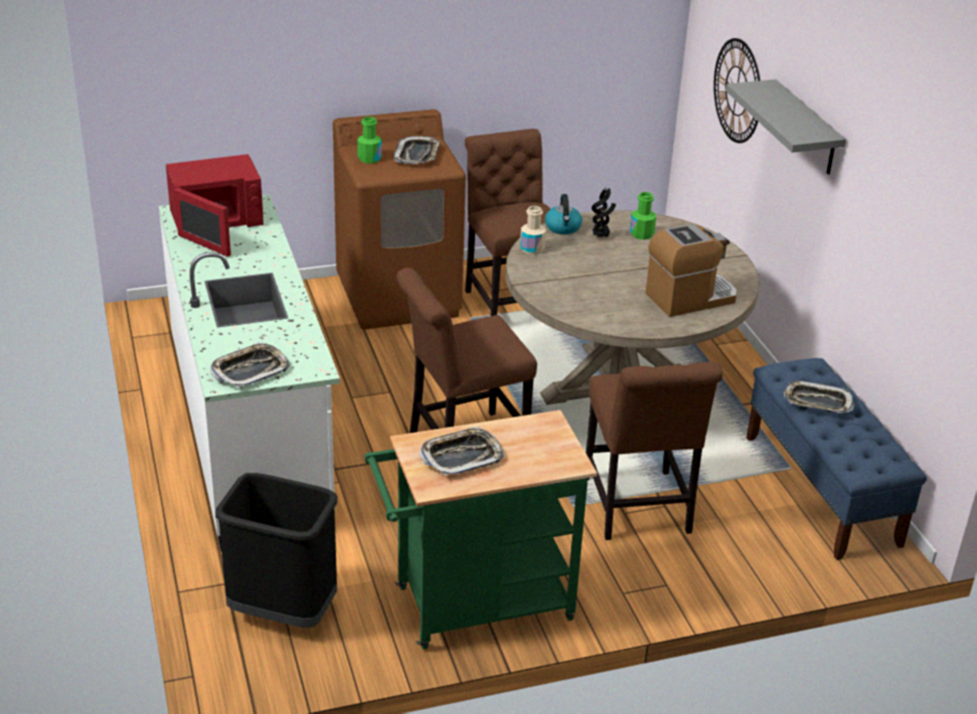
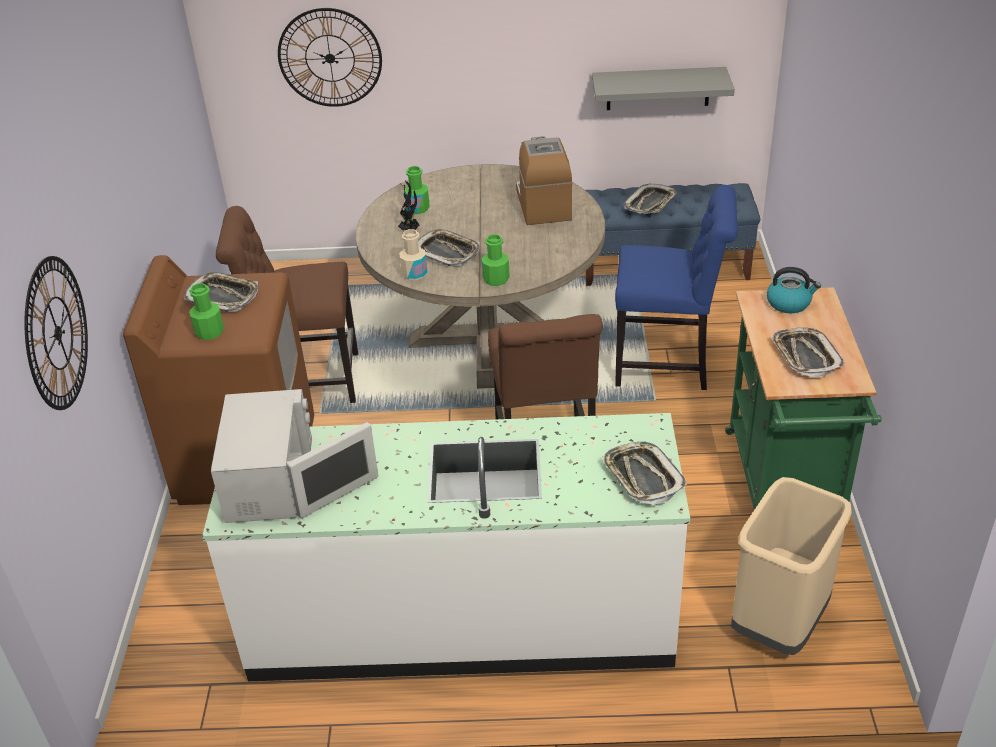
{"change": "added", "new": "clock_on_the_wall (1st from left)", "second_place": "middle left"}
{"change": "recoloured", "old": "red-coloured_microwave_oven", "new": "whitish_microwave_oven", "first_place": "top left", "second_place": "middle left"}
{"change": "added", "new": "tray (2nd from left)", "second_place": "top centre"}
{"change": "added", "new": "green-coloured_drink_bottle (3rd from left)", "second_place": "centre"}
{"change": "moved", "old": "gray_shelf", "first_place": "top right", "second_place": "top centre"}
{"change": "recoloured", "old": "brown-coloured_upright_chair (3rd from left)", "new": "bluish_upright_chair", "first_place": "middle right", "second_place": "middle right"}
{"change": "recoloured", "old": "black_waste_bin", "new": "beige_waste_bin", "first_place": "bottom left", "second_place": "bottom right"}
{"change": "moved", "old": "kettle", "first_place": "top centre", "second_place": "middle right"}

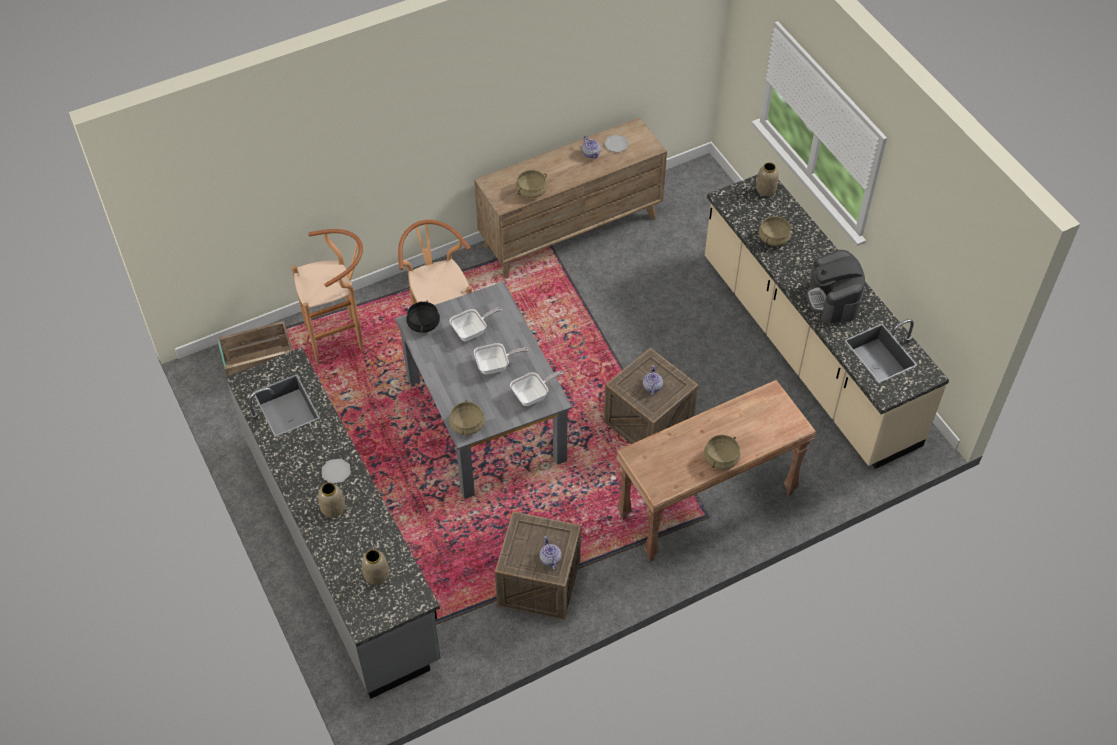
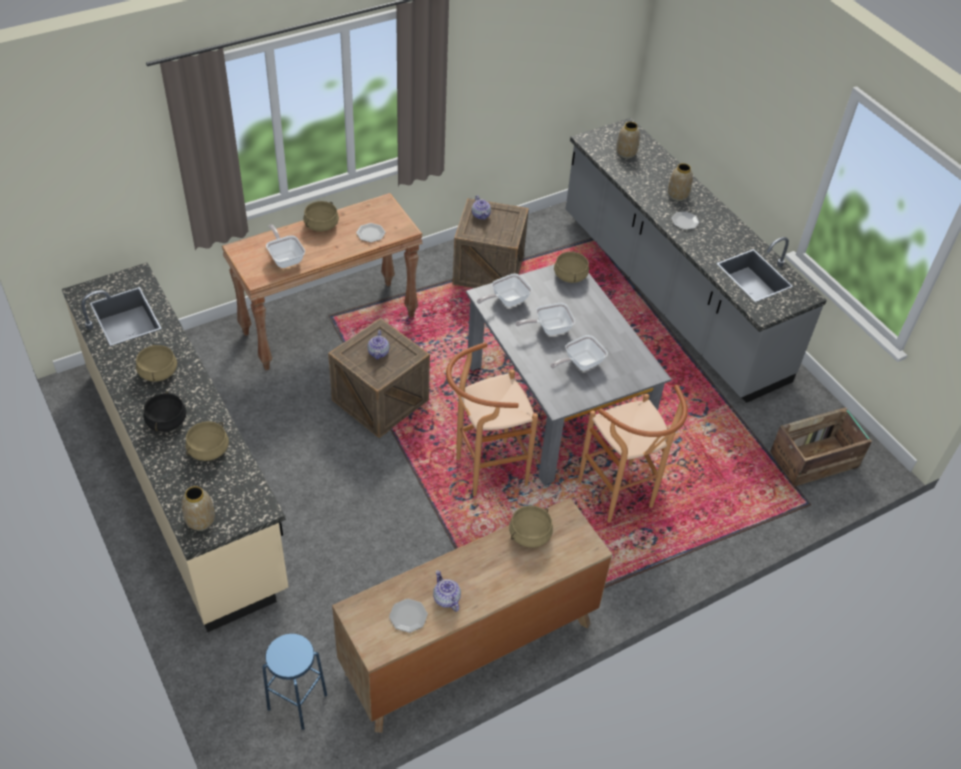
{"change": "replaced", "old": "coffee_machine", "new": "beige_stockpot (1st from left)", "first_place": "middle right", "second_place": "middle left"}
{"change": "moved", "old": "black_stockpot", "first_place": "centre", "second_place": "middle left"}
{"change": "added", "new": "bluish_stool_seat", "second_place": "bottom left"}
{"change": "added", "new": "pan (1st from left)", "second_place": "top left"}
{"change": "added", "new": "dinner_plate (1st from left)", "second_place": "top centre"}
{"change": "moved", "old": "brown-coloured_stool_seat (1st from left)", "first_place": "middle left", "second_place": "centre"}

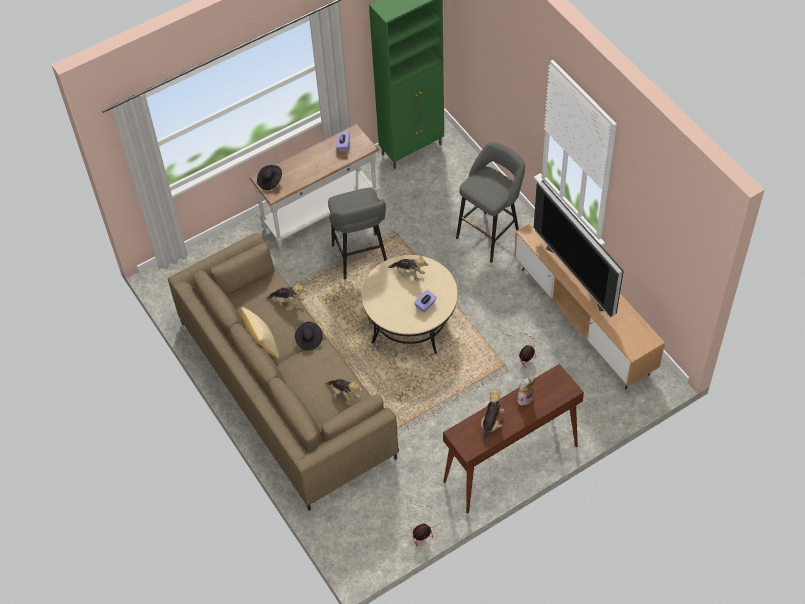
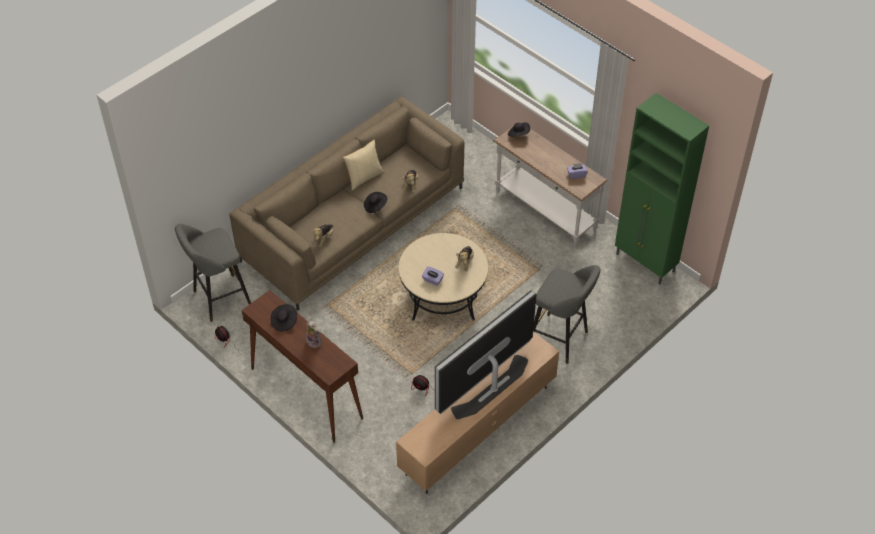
{"change": "moved", "old": "gray_stool_seat (1st from left)", "first_place": "centre", "second_place": "middle left"}
{"change": "replaced", "old": "plush_toy (4th from left)", "new": "black_hat (1st from left)", "first_place": "bottom centre", "second_place": "middle left"}

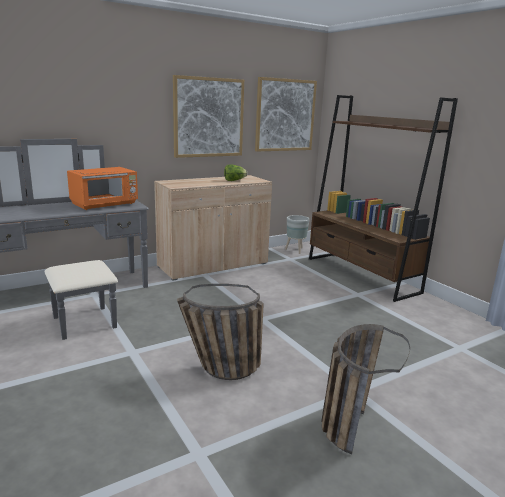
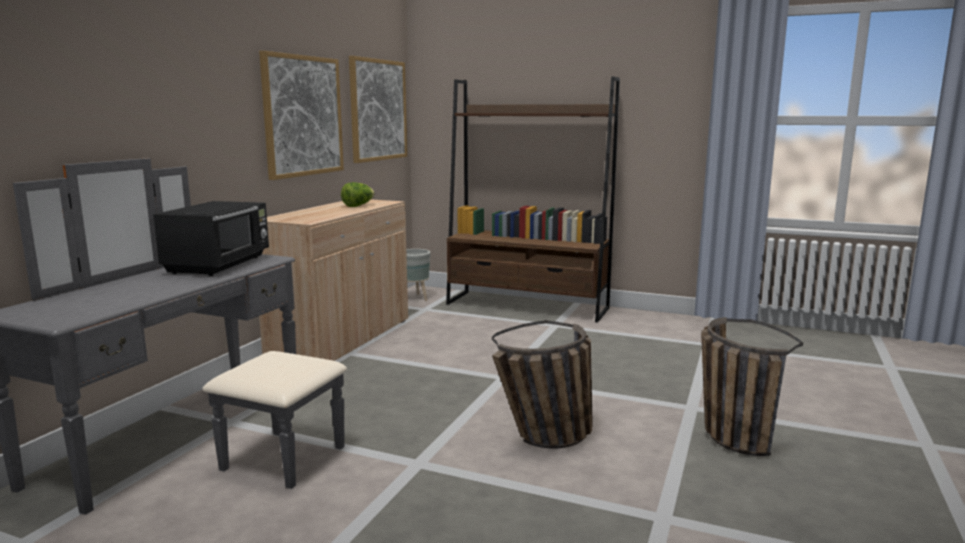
{"change": "recoloured", "old": "orangey_microwave_oven", "new": "black_microwave_oven", "first_place": "middle left", "second_place": "middle left"}

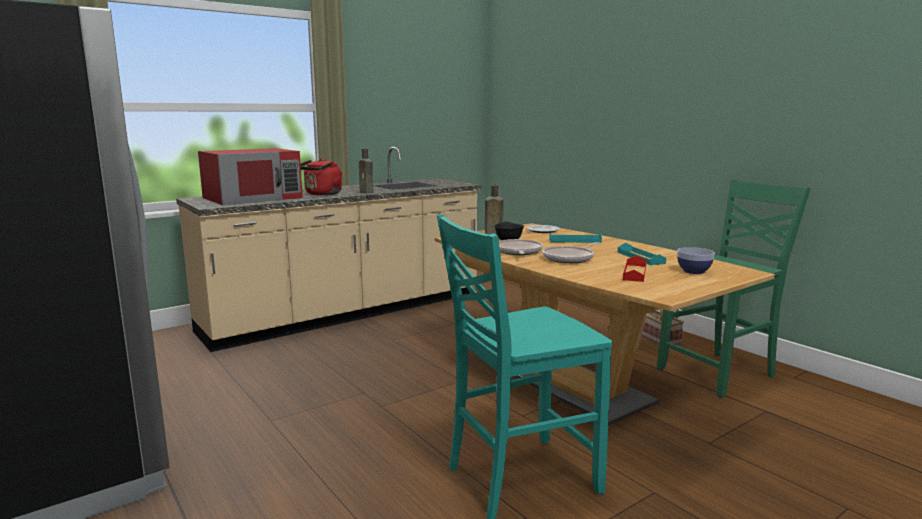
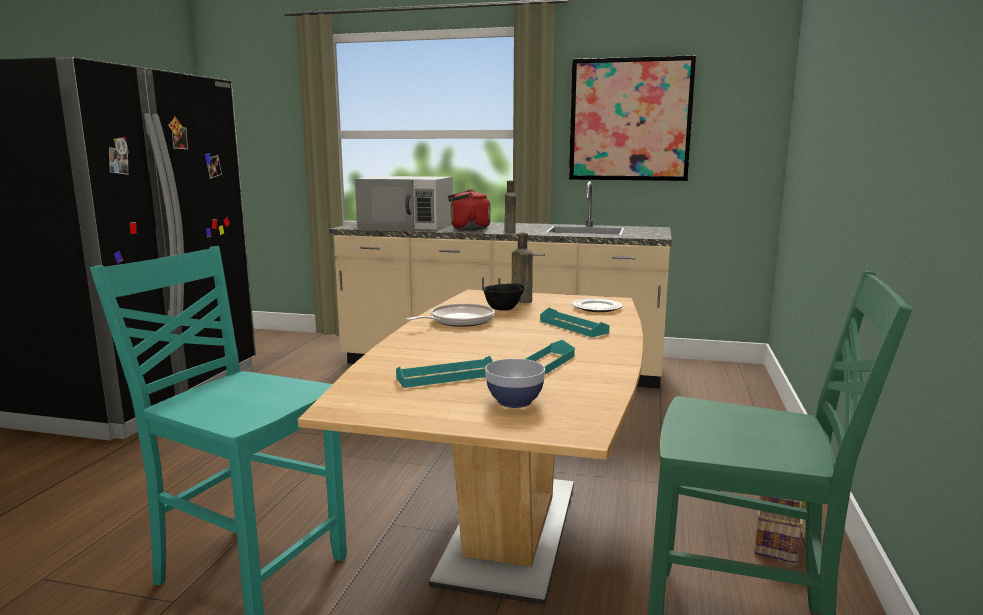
{"change": "recoloured", "old": "red-coloured_microwave_oven", "new": "whitish_microwave_oven", "first_place": "middle left", "second_place": "top centre"}
{"change": "recoloured", "old": "red-coloured_tray", "new": "turquoise-coloured_tray (1st from left)", "first_place": "middle right", "second_place": "centre"}
{"change": "added", "new": "wall_picture", "second_place": "top centre"}
{"change": "removed", "old": "pan (2nd from left)", "first_place": "centre"}

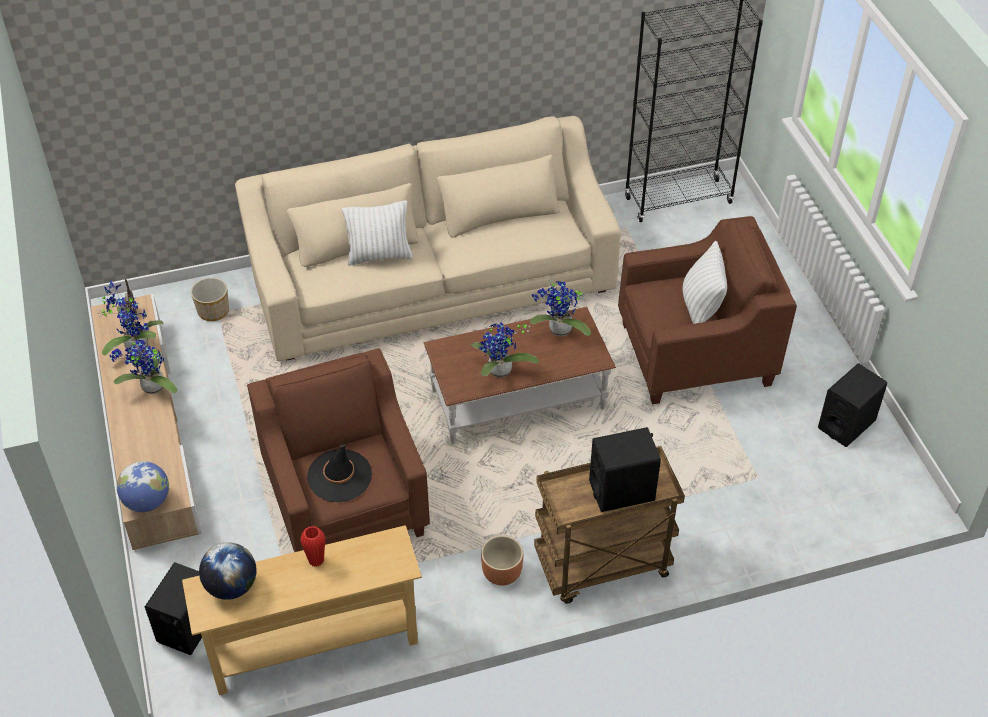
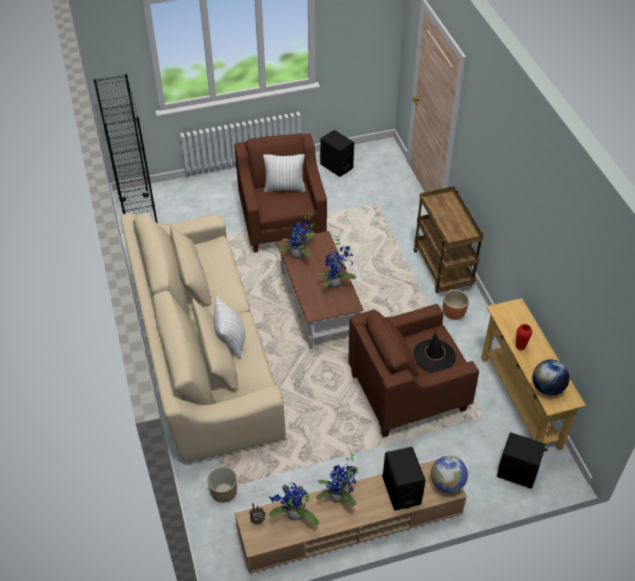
{"change": "moved", "old": "black_speaker (2nd from left)", "first_place": "centre", "second_place": "bottom centre"}

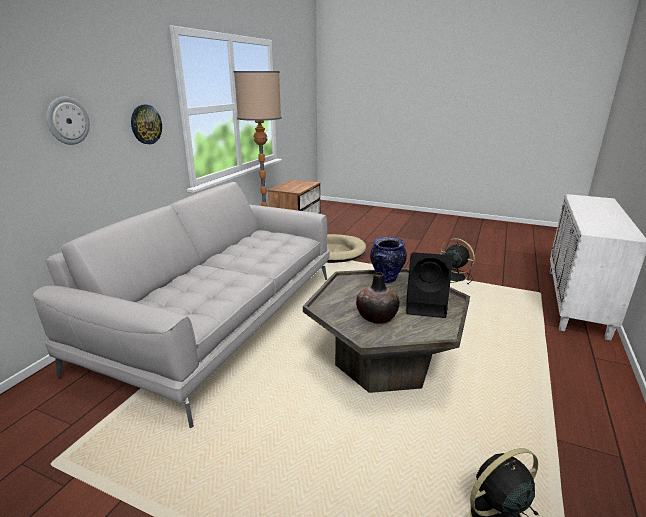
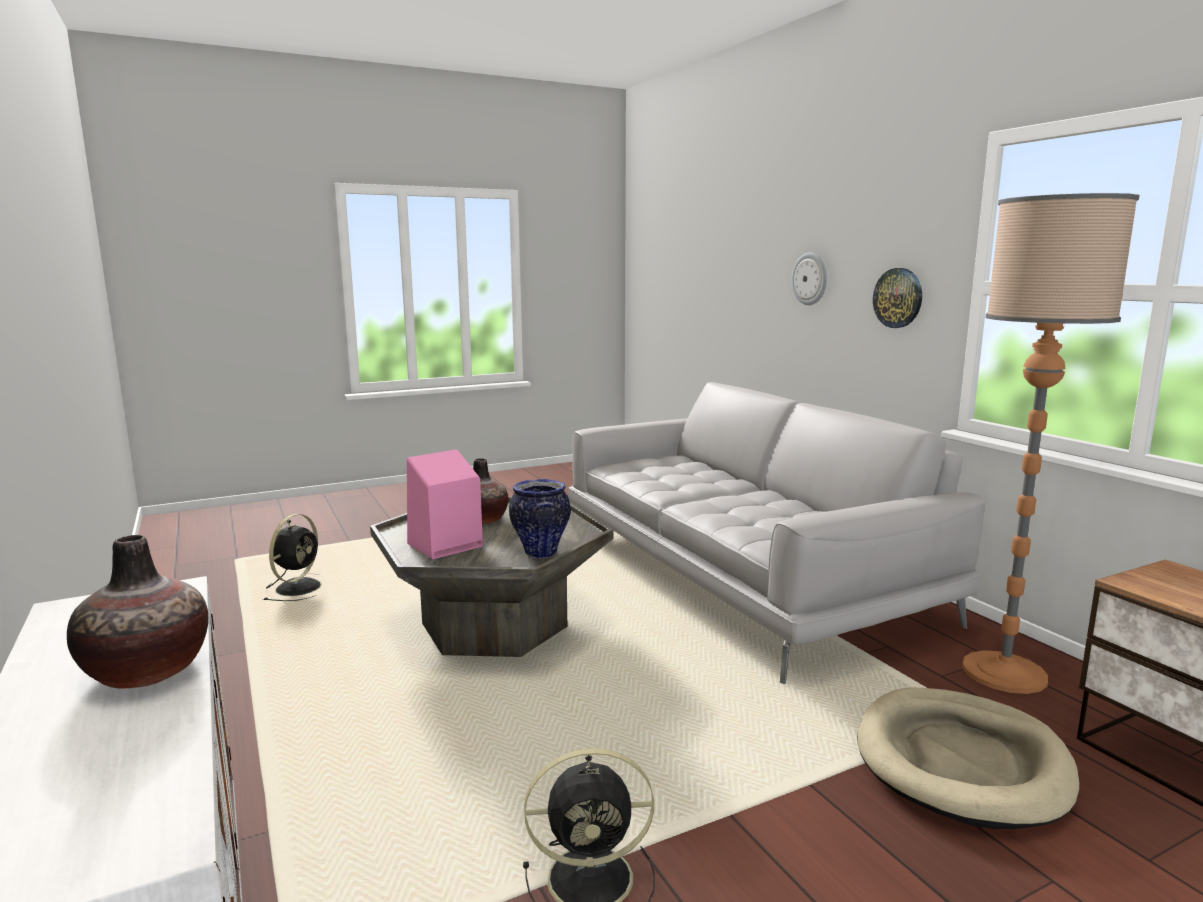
{"change": "added", "new": "vase (1st from left)", "second_place": "bottom left"}
{"change": "recoloured", "old": "black_speaker", "new": "pink-coloured_speaker", "first_place": "centre", "second_place": "centre"}

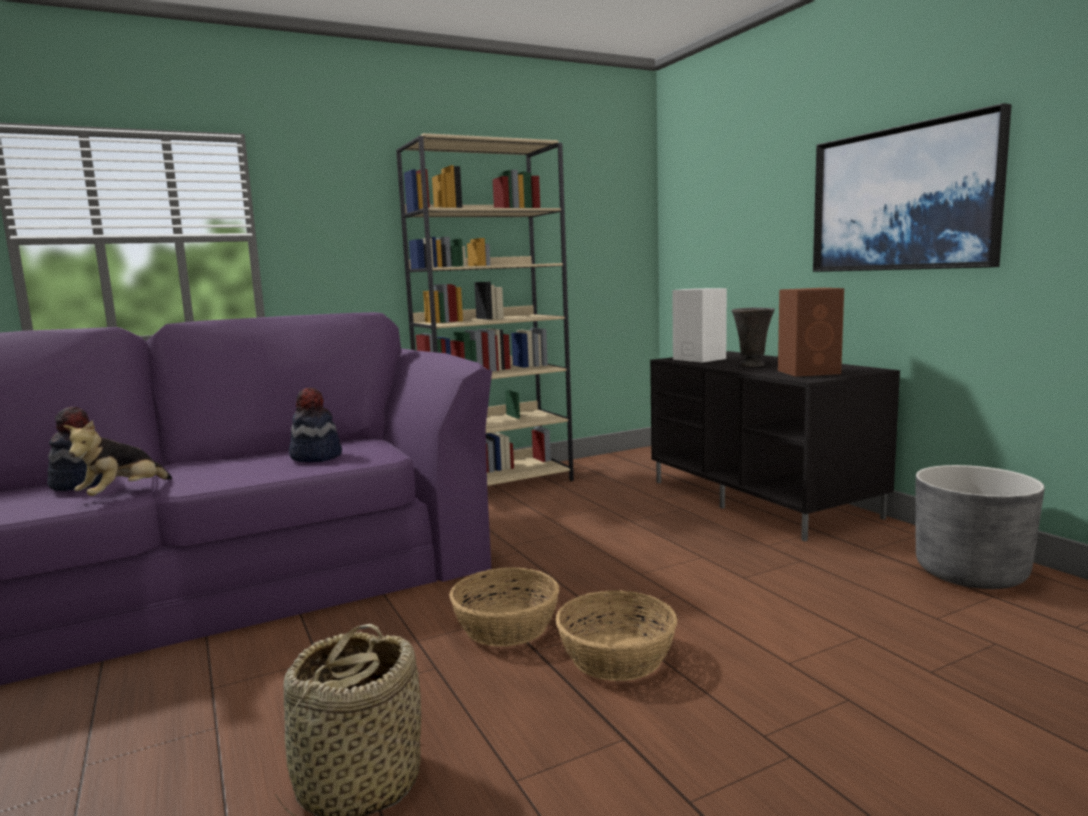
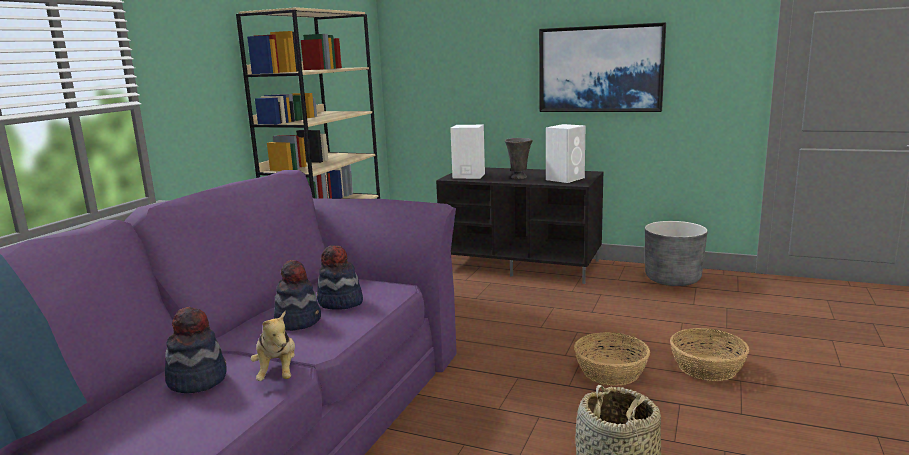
{"change": "added", "new": "hat (2nd from left)", "second_place": "middle left"}
{"change": "recoloured", "old": "brown-coloured_speaker", "new": "whitish_speaker (2nd from left)", "first_place": "middle right", "second_place": "centre"}
{"change": "moved", "old": "basket (2nd from left in the first image)", "new": "basket (3rd from left)", "first_place": "bottom centre", "second_place": "bottom right"}

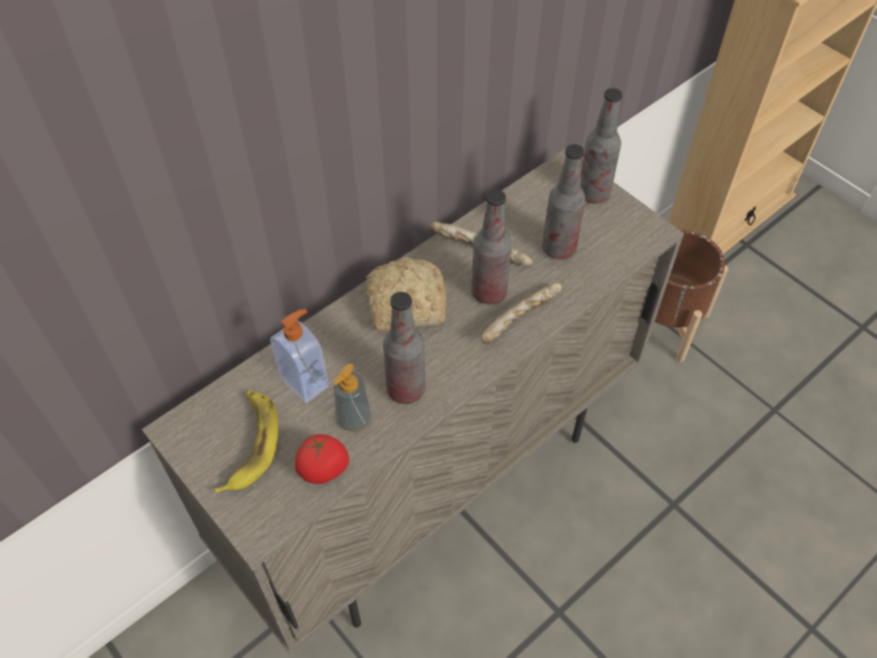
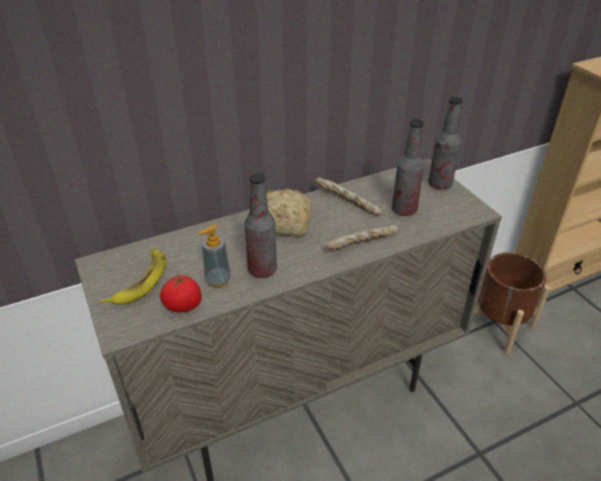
{"change": "removed", "old": "soap_bottle (1st from left)", "first_place": "centre"}
{"change": "removed", "old": "drink_bottle (2nd from left)", "first_place": "centre"}

